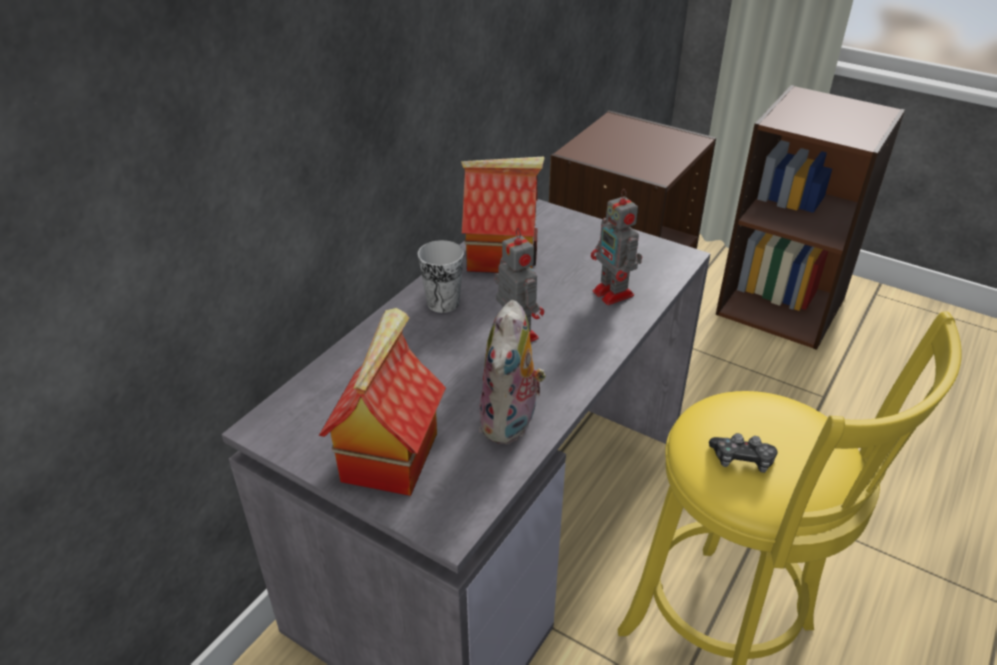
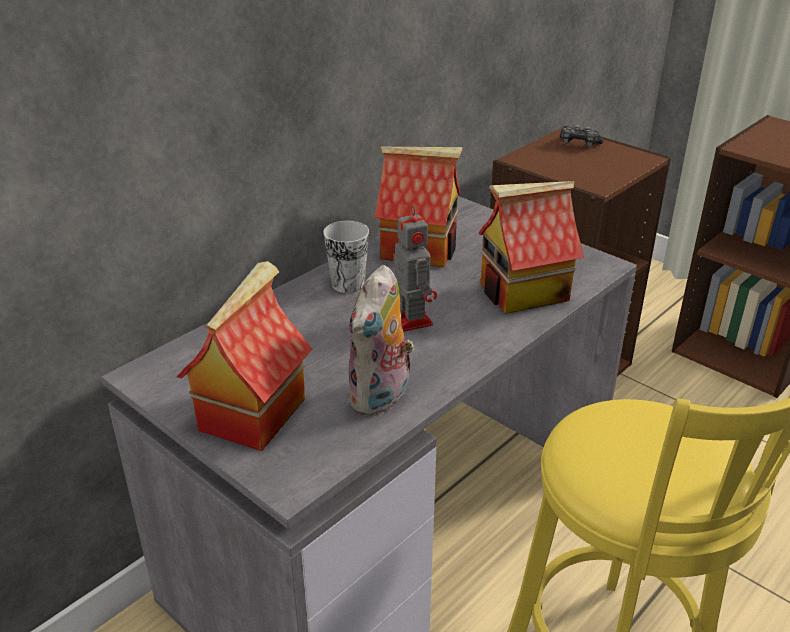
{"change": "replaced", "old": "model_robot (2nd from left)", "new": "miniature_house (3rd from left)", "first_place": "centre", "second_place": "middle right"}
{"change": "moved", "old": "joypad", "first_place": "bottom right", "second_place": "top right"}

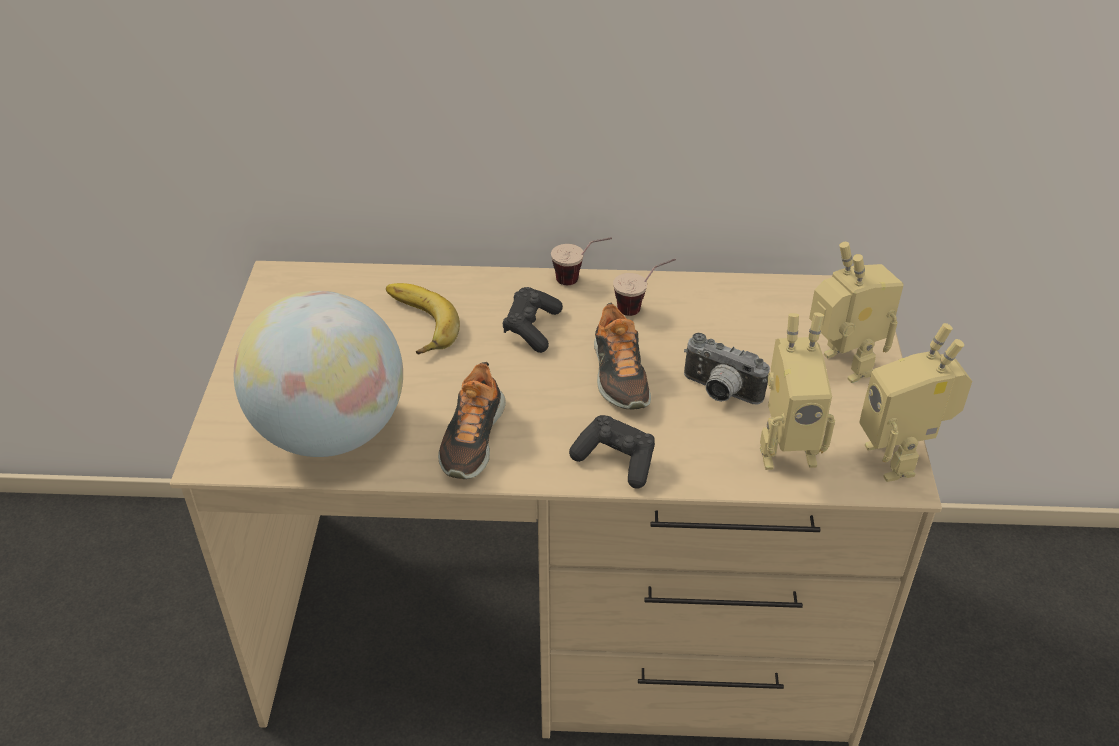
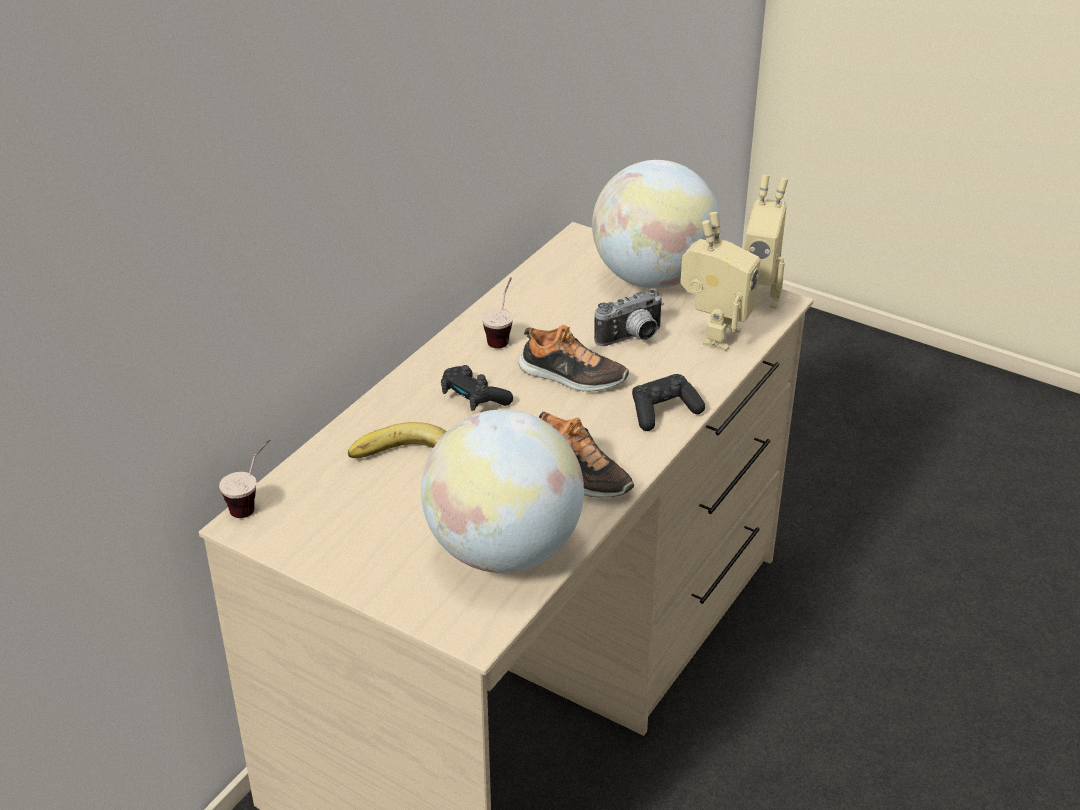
{"change": "moved", "old": "drinking_cup (1st from left)", "first_place": "centre", "second_place": "middle left"}
{"change": "replaced", "old": "model_robot (2nd from left)", "new": "desk_globe (2nd from left)", "first_place": "middle right", "second_place": "top centre"}

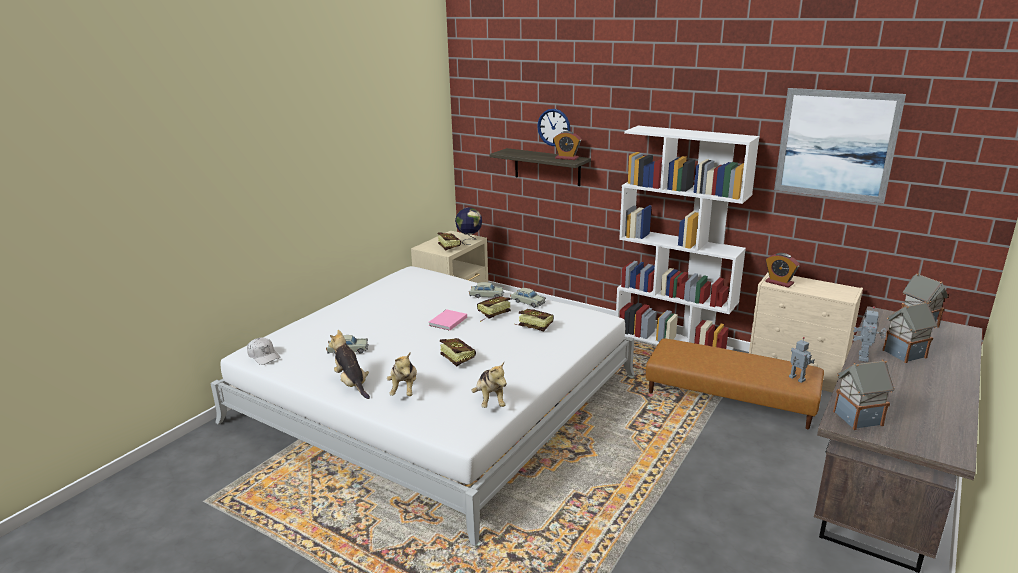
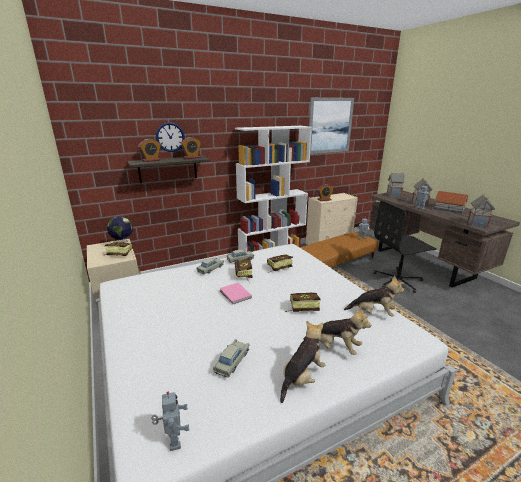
{"change": "added", "new": "bedside_clock (1st from left)", "second_place": "top left"}
{"change": "replaced", "old": "whitish_peaked_cap", "new": "model_robot (1st from left)", "first_place": "middle left", "second_place": "bottom left"}
{"change": "turned", "old": "plush_toy (1st from left)", "first_place": "centre", "second_place": "bottom centre", "degrees": 135}
{"change": "added", "new": "black_desk_chair", "second_place": "middle right"}
{"change": "added", "new": "miniature_house (3rd from left)", "second_place": "middle right"}

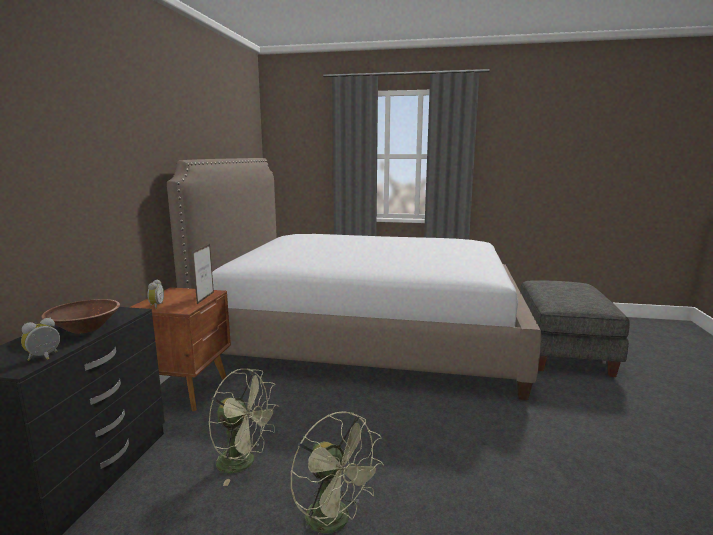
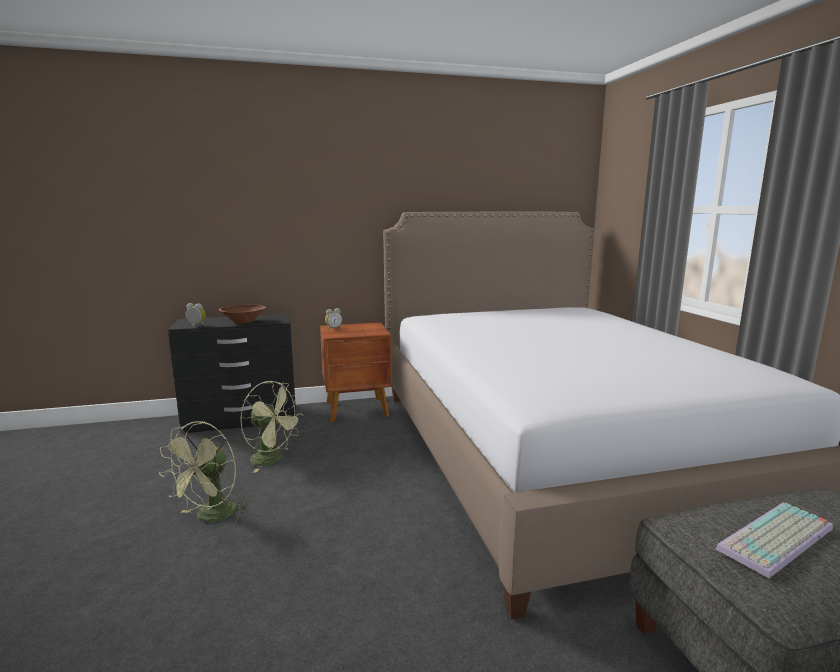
{"change": "turned", "old": "green-coloured_fan (1st from left in the first image)", "first_place": "bottom centre", "second_place": "middle left", "degrees": -60}
{"change": "added", "new": "computer_keyboard", "second_place": "bottom right"}
{"change": "removed", "old": "standing_frame", "first_place": "middle left"}

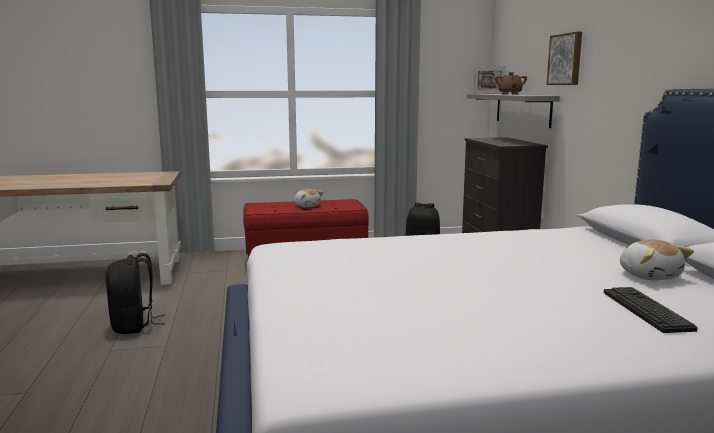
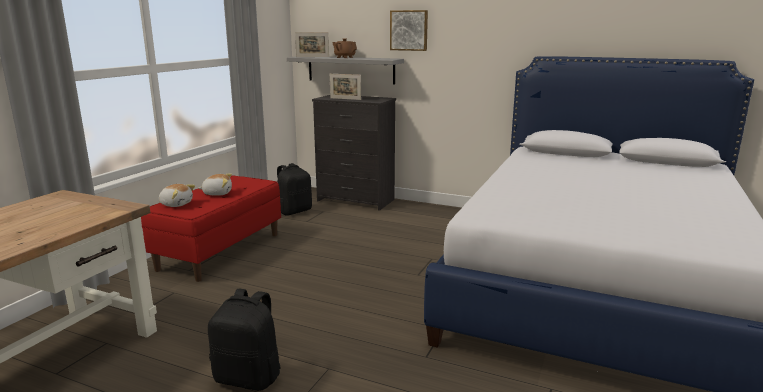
{"change": "moved", "old": "plush_toy (2nd from left in the first image)", "new": "plush_toy (1st from left)", "first_place": "middle right", "second_place": "middle left"}
{"change": "added", "new": "standing_frame (2nd from left)", "second_place": "top centre"}
{"change": "removed", "old": "computer_keyboard", "first_place": "bottom right"}

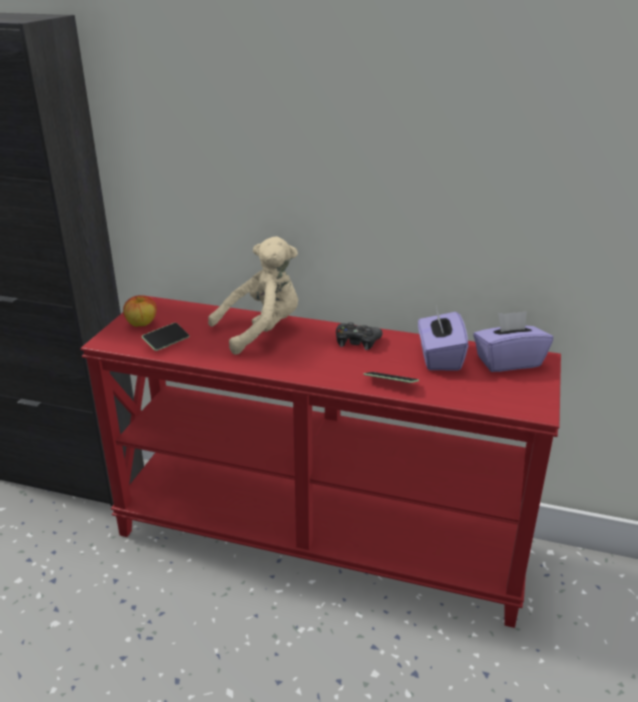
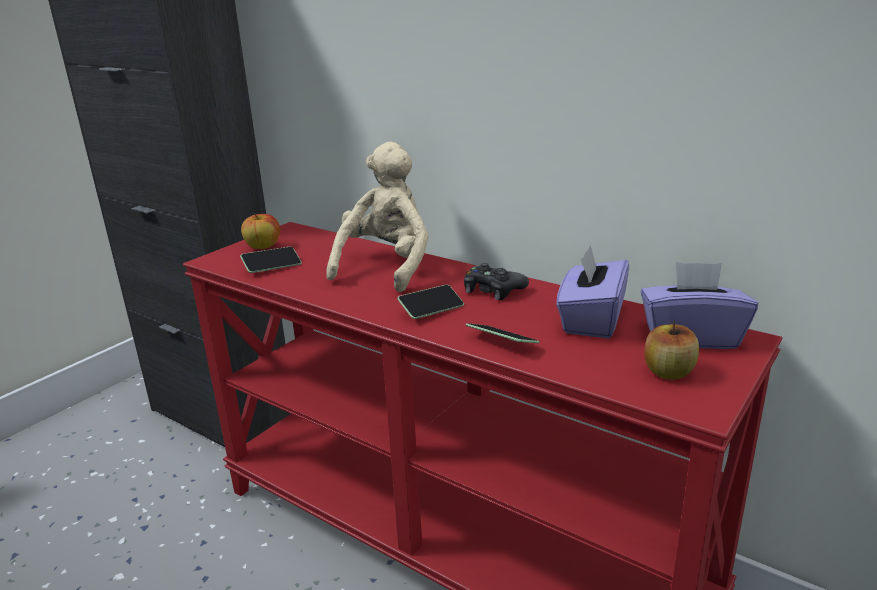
{"change": "turned", "old": "beige_plush_toy", "first_place": "centre", "second_place": "centre", "degrees": -60}
{"change": "added", "new": "telephone (2nd from left)", "second_place": "centre"}
{"change": "added", "new": "whole_apple (2nd from left)", "second_place": "middle right"}

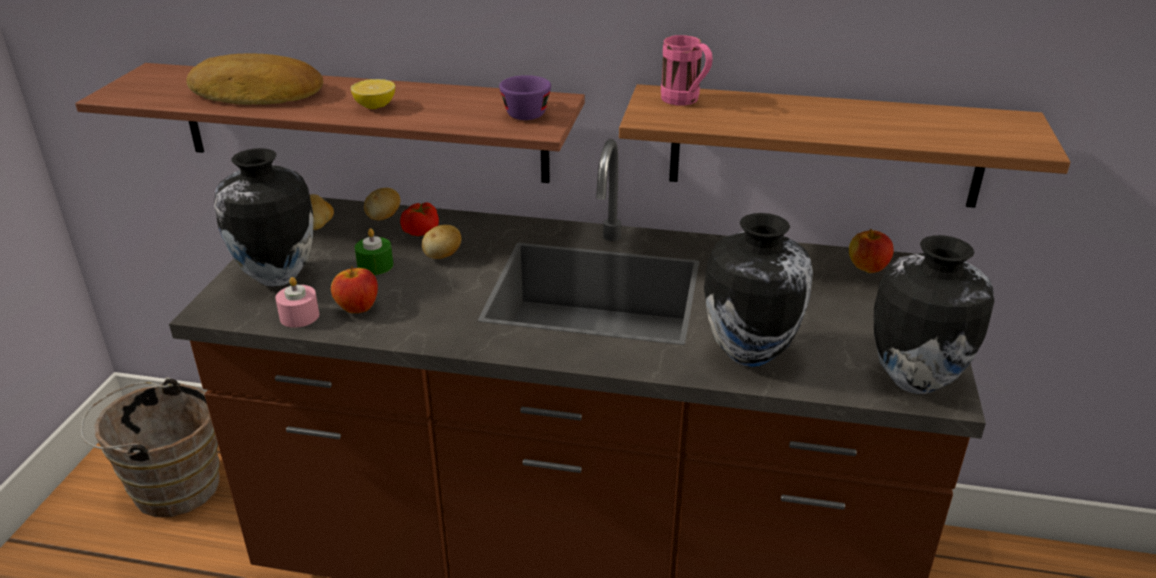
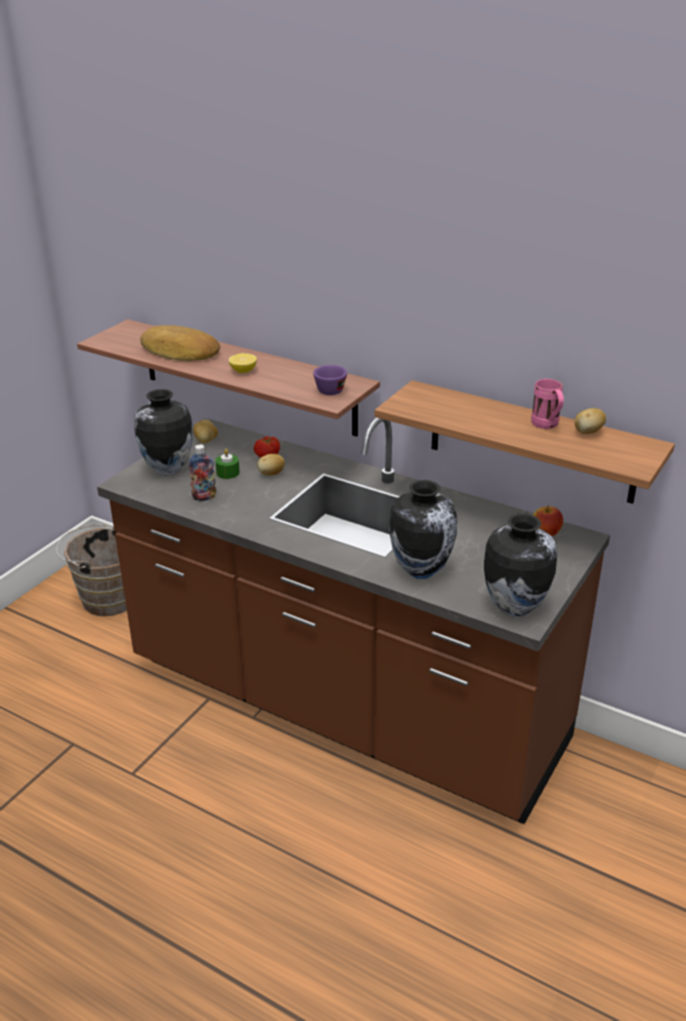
{"change": "replaced", "old": "whole_apple (1st from left)", "new": "drink_bottle", "first_place": "middle left", "second_place": "middle left"}
{"change": "moved", "old": "pink-coloured_coffee_mug", "first_place": "top centre", "second_place": "middle right"}
{"change": "moved", "old": "spud (2nd from left in the first image)", "new": "spud (3rd from left)", "first_place": "middle left", "second_place": "middle right"}
{"change": "removed", "old": "pink-coloured_wax_candle", "first_place": "middle left"}

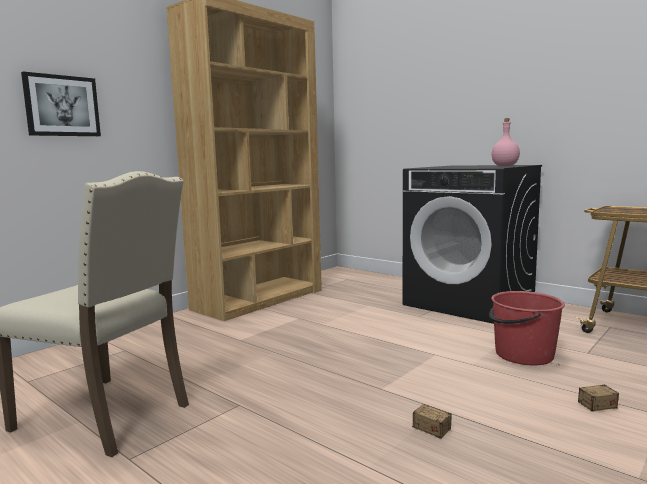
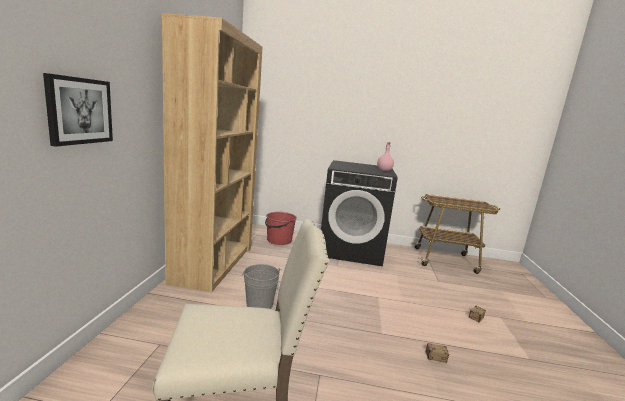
{"change": "added", "new": "gray_pail", "second_place": "bottom centre"}
{"change": "moved", "old": "red-coloured_pail", "first_place": "bottom right", "second_place": "centre"}

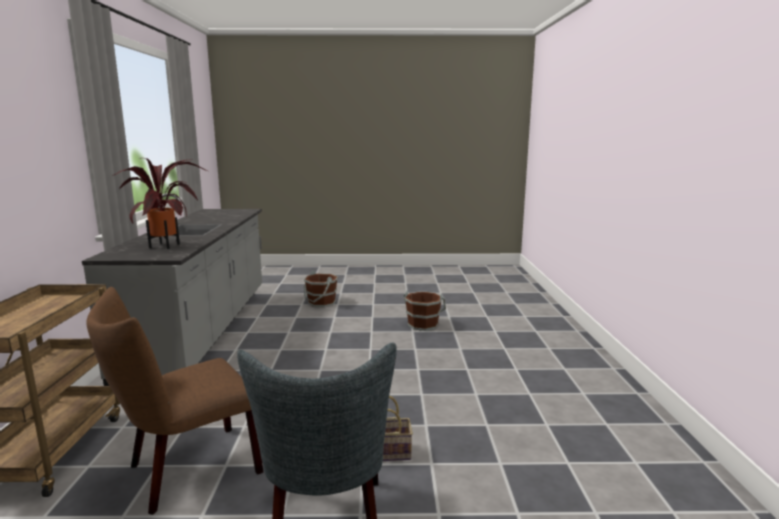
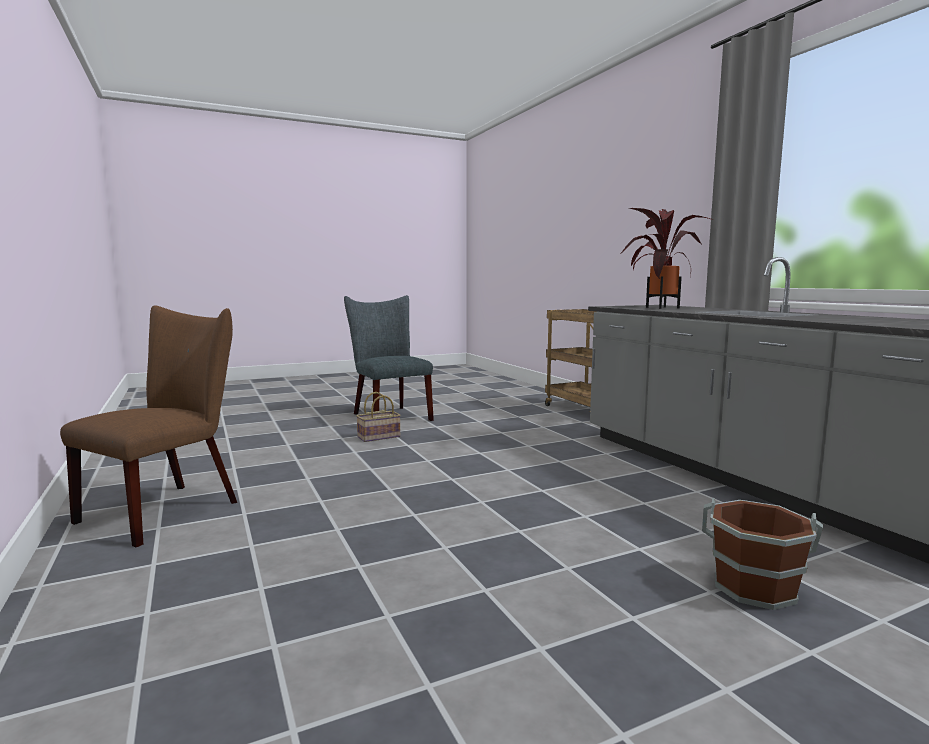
{"change": "moved", "old": "brown-coloured_upright_chair", "first_place": "bottom left", "second_place": "middle left"}
{"change": "removed", "old": "brown-coloured_pail (2nd from left)", "first_place": "centre"}

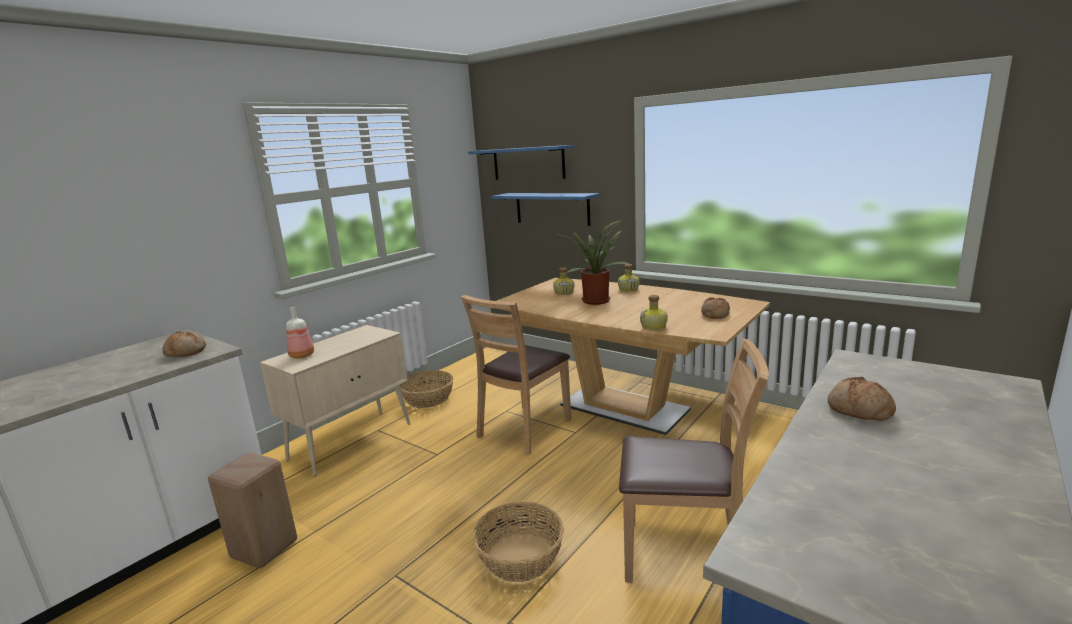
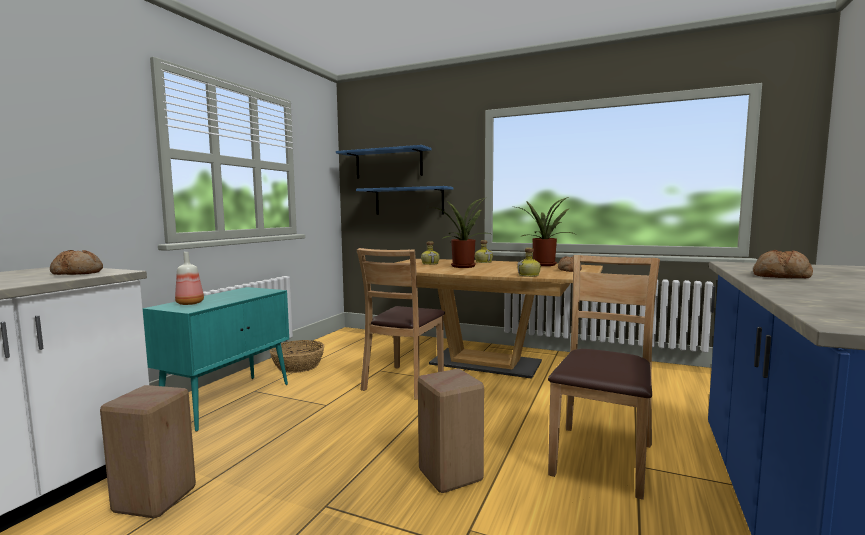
{"change": "recoloured", "old": "beige_cupboard", "new": "turquoise-coloured_cupboard", "first_place": "middle left", "second_place": "bottom left"}
{"change": "replaced", "old": "basket (2nd from left)", "new": "beige_stool_seat (2nd from left)", "first_place": "bottom centre", "second_place": "bottom centre"}
{"change": "added", "new": "potted_plant (2nd from left)", "second_place": "centre"}
{"change": "turned", "old": "brown-coloured_upright_chair (2nd from left)", "first_place": "bottom centre", "second_place": "bottom right", "degrees": -60}

